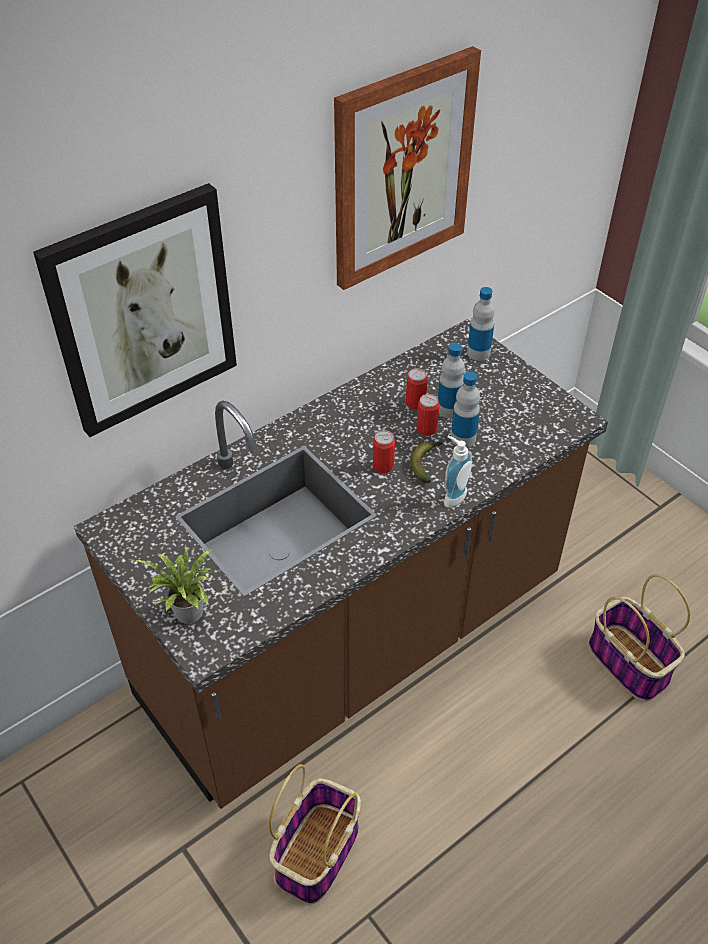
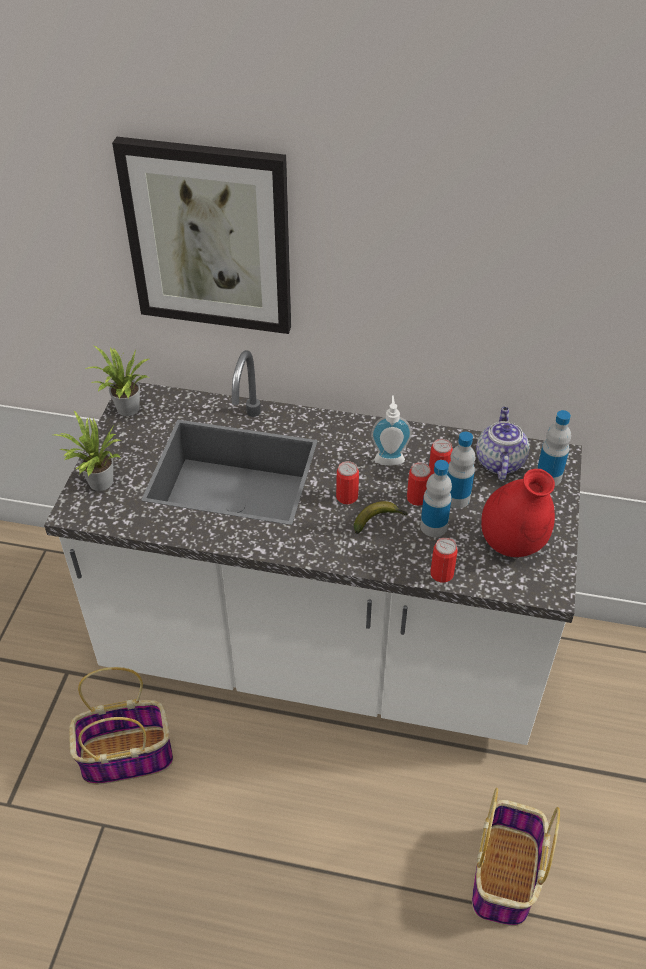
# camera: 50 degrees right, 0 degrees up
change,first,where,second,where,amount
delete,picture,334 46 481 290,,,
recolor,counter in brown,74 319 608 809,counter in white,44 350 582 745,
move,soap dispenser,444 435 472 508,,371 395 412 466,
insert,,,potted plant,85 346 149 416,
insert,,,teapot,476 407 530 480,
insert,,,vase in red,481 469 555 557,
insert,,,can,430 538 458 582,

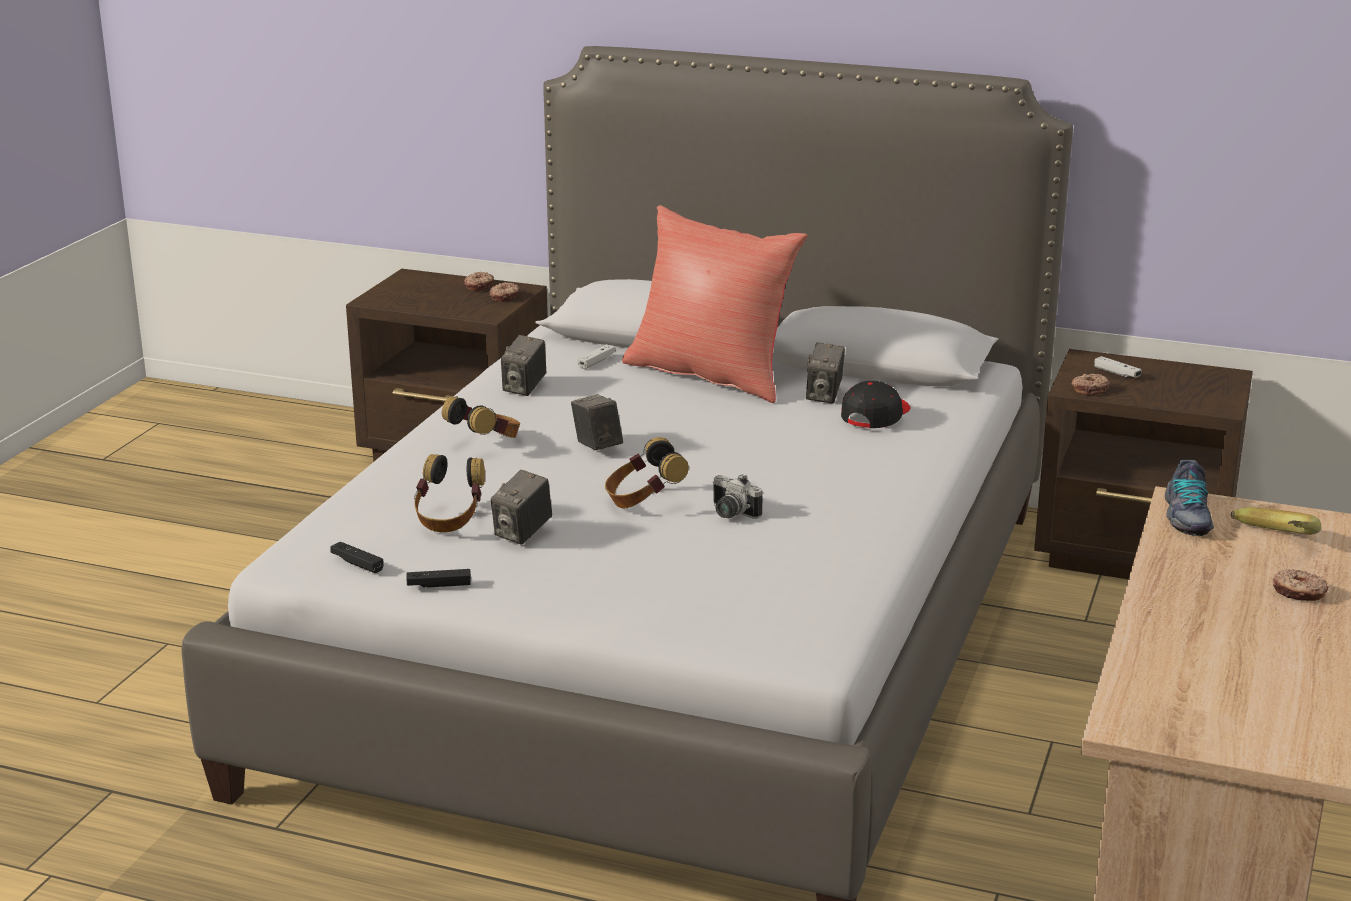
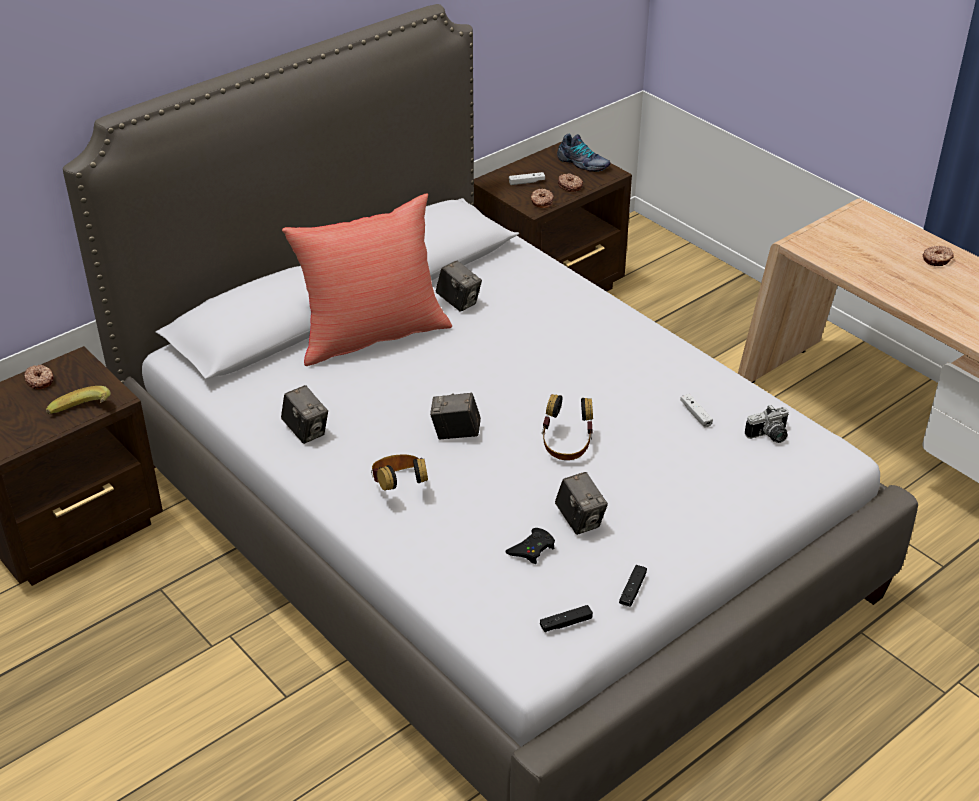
# camera: 60 degrees left, 15 degrees up
change,first,where,second,where,amount
move,donut,489 282 519 302,,558 173 583 192,
move,game controller in white,578 344 616 369,,680 394 713 428,
delete,cap in black,841 381 911 428,,,
replace,headphones,414 454 485 532,game controller in black,505 528 555 564,
move,shoe,1164 460 1214 536,,557 134 610 172,
move,photo camera,713 474 763 519,,745 405 789 443,
move,banana,1231 507 1321 535,,46 386 111 414,

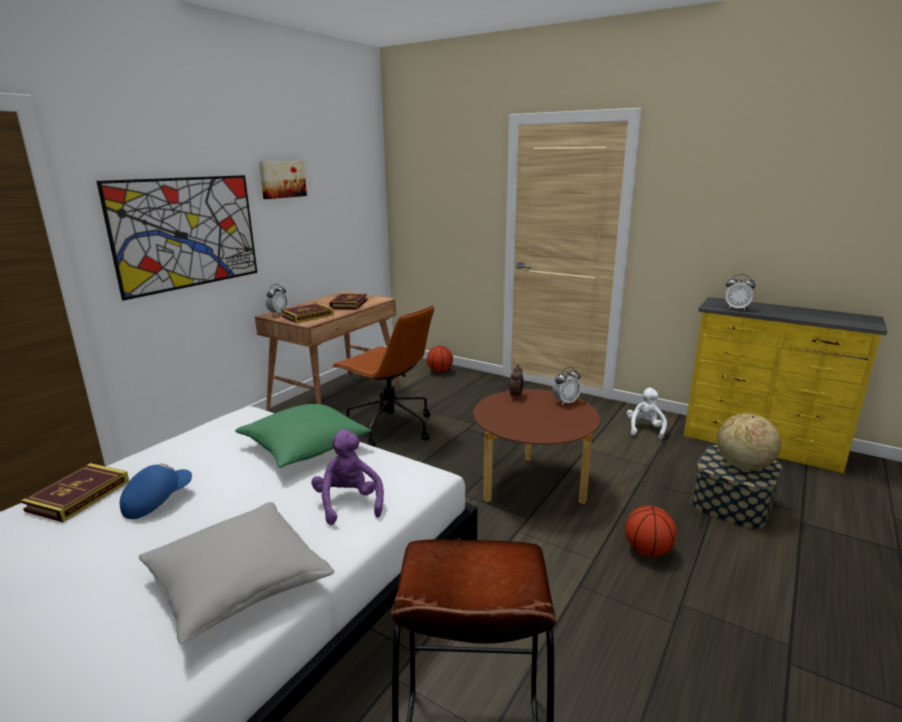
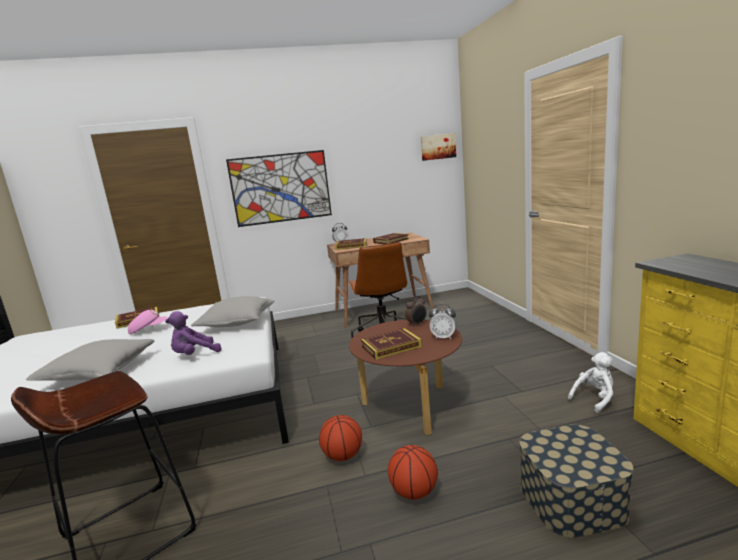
# camera: 45 degrees right, 5 degrees down
change,first,where,second,where,amount
move,picture,259 161 307 199,,421 133 456 161,
delete,alarm clock,725 274 755 310,,,
move,basketball,427 346 453 373,,319 415 362 461,
recolor,pillow in green,235 404 372 468,pillow in grey,191 296 274 327,
delete,globe,717 413 781 471,,,
rotate,plush toy in purple,311 430 384 525,,165 311 222 355,150 degrees counterclockwise
recolor,cap in blue,120 463 192 519,cap in pink,128 310 168 334,
insert,,,book,361 328 422 360,

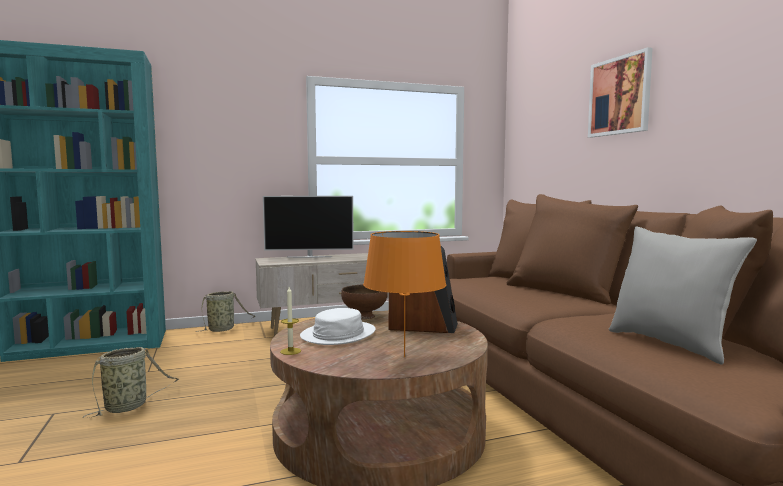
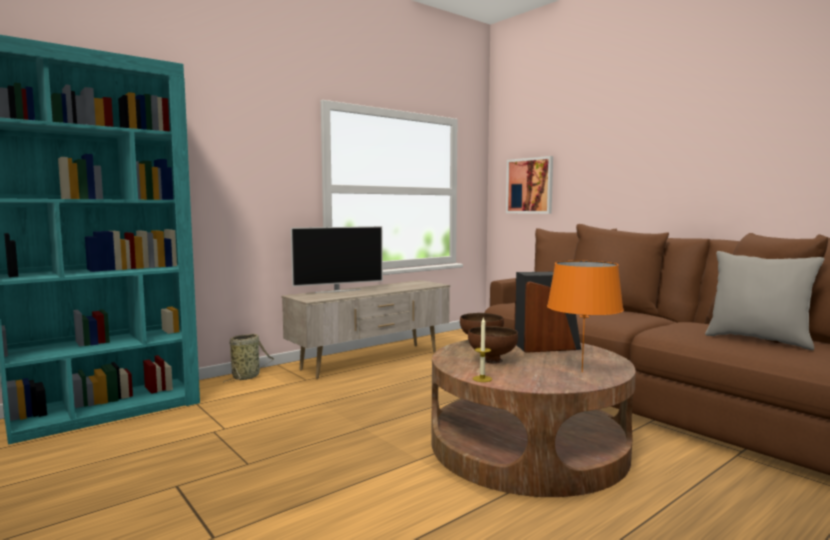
# camera: 20 degrees left, 0 degrees up
change,first,where,second,where,amount
move,picture,588 47 653 138,,506 156 553 214,
replace,hat in white,300 308 376 345,bowl in brown,468 326 518 364,
delete,basket,82 347 179 418,,,

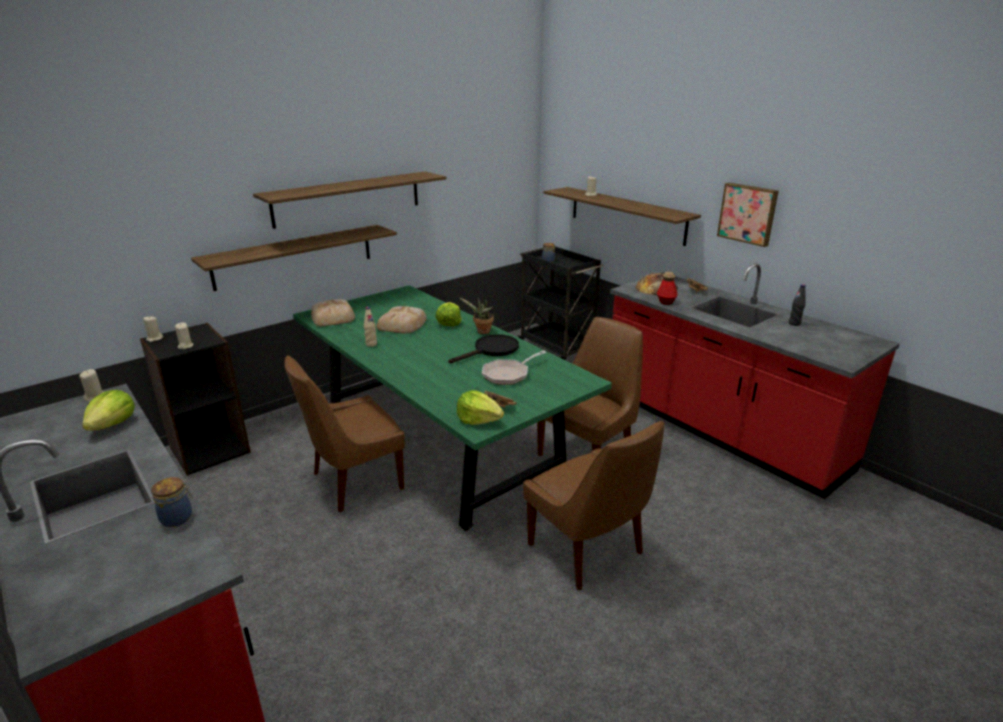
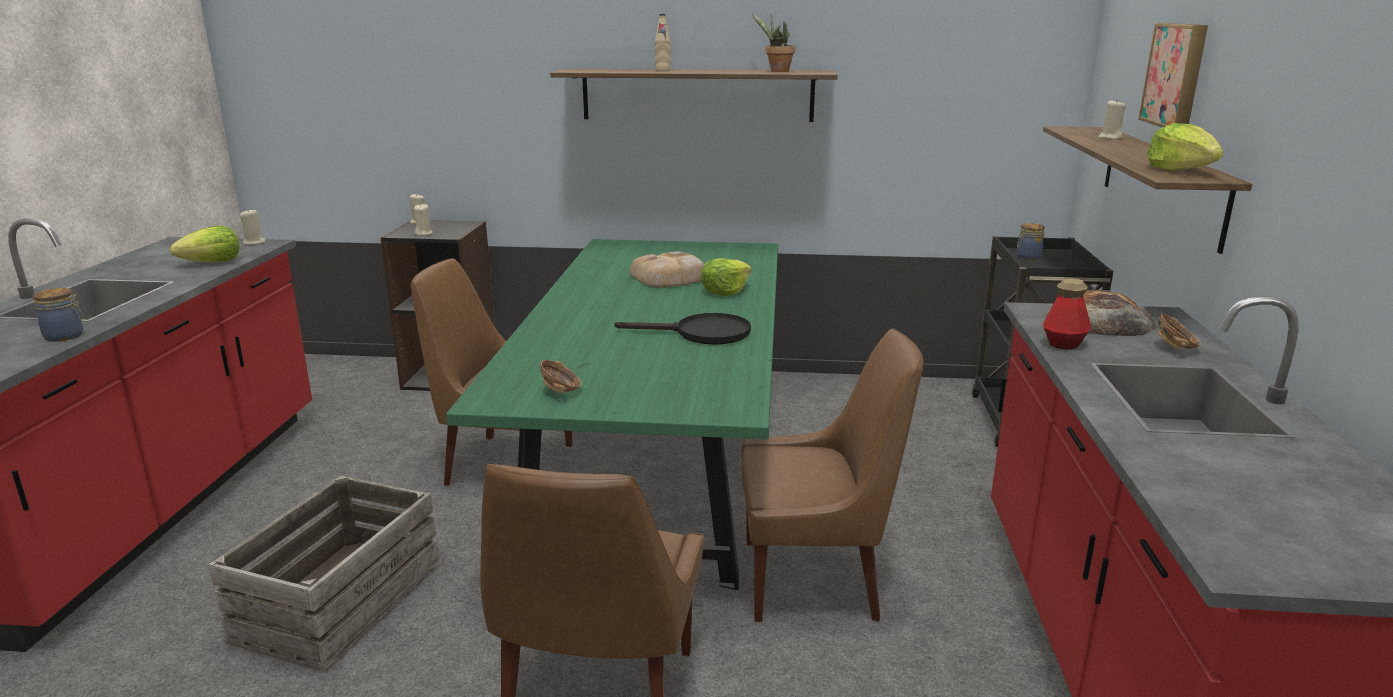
# camera: 45 degrees right, 5 degrees down
change,first,where,second,where,amount
move,picture,717 183 779 247,,1138 23 1208 128,
delete,shelf,191 225 397 291,,,
delete,bottle in black,789 284 806 326,,,
move,potted plant,460 298 494 334,,752 14 795 72,
delete,bread,311 299 355 326,,,
move,bottle in beige,364 307 377 347,,655 14 671 72,
delete,frying pan,482 350 547 385,,,
move,lettuce,457 390 504 425,,1147 123 1224 171,
insert,,,crate,209 476 440 673,

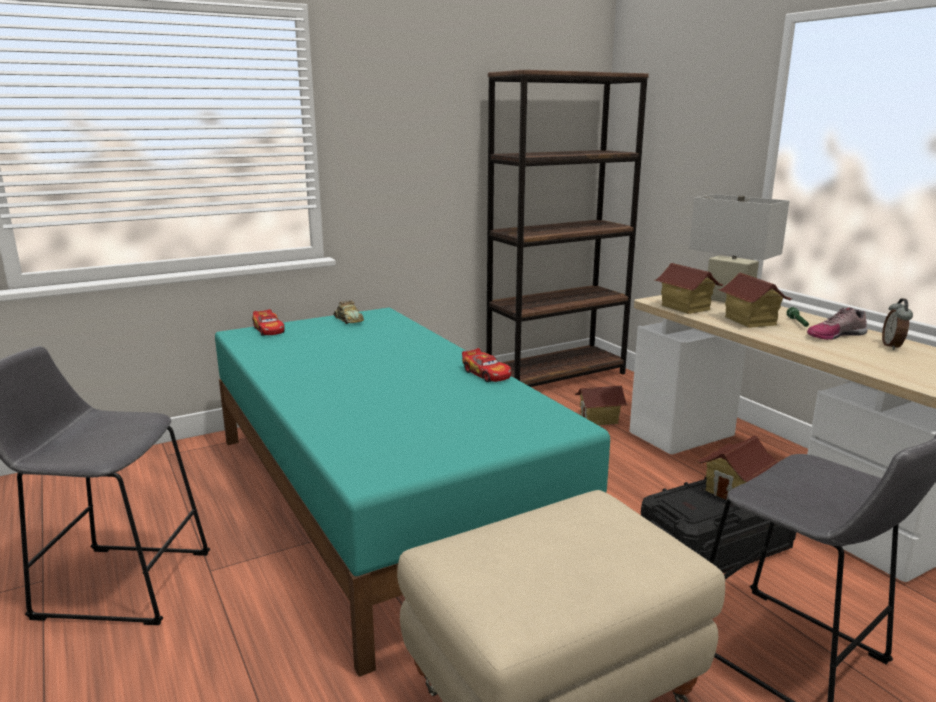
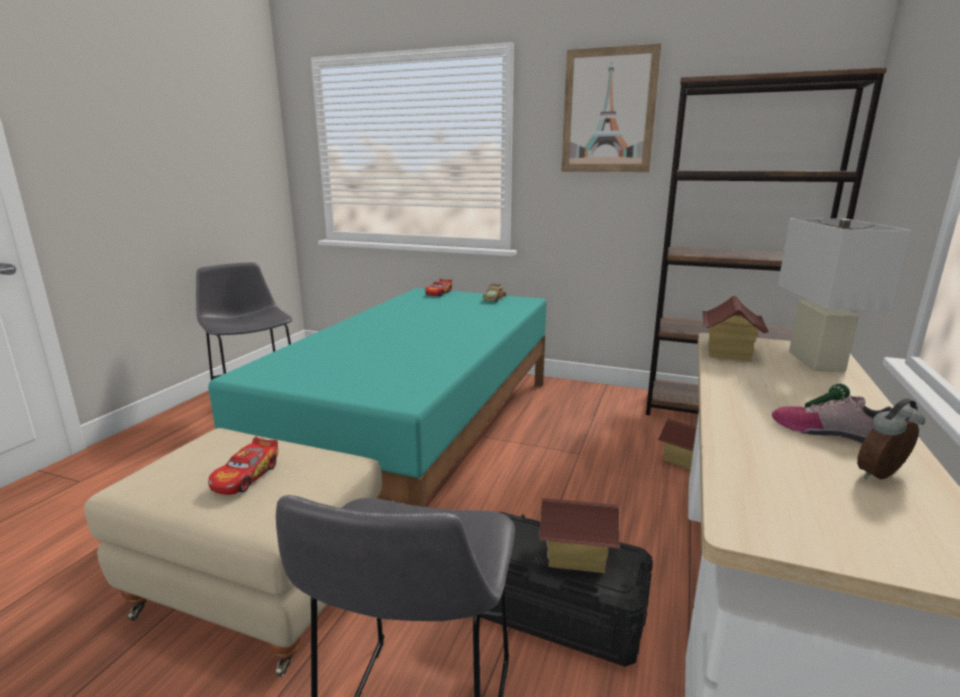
# camera: 50 degrees right, 0 degrees up
change,first,where,second,where,amount
delete,toy house,717 273 792 328,,,
move,toy car,462 348 511 382,,208 437 278 495,
insert,,,picture,561 43 661 172,

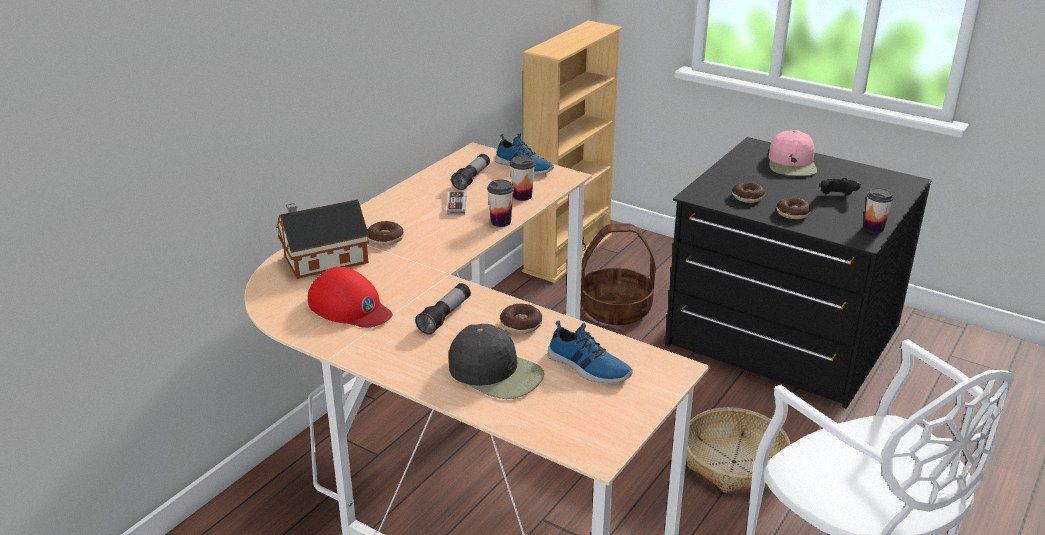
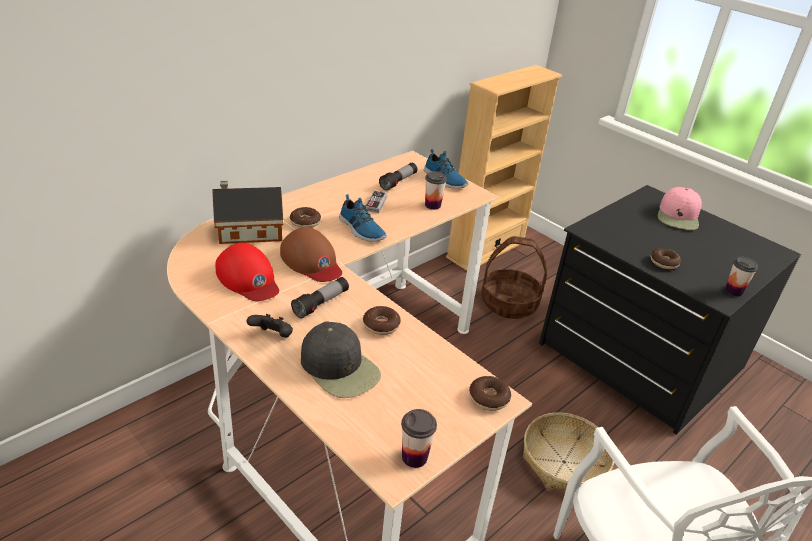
# camera: 10 degrees right, 5 degrees up
change,first,where,second,where,amount
move,game controller in black,821 178 861 195,,247 314 293 337,
move,cup,487 179 514 227,,401 409 437 468,
move,donut,732 182 765 203,,469 376 511 411,
move,shoe,548 320 633 383,,339 194 387 242,
insert,,,cap in brown,280 227 342 282,

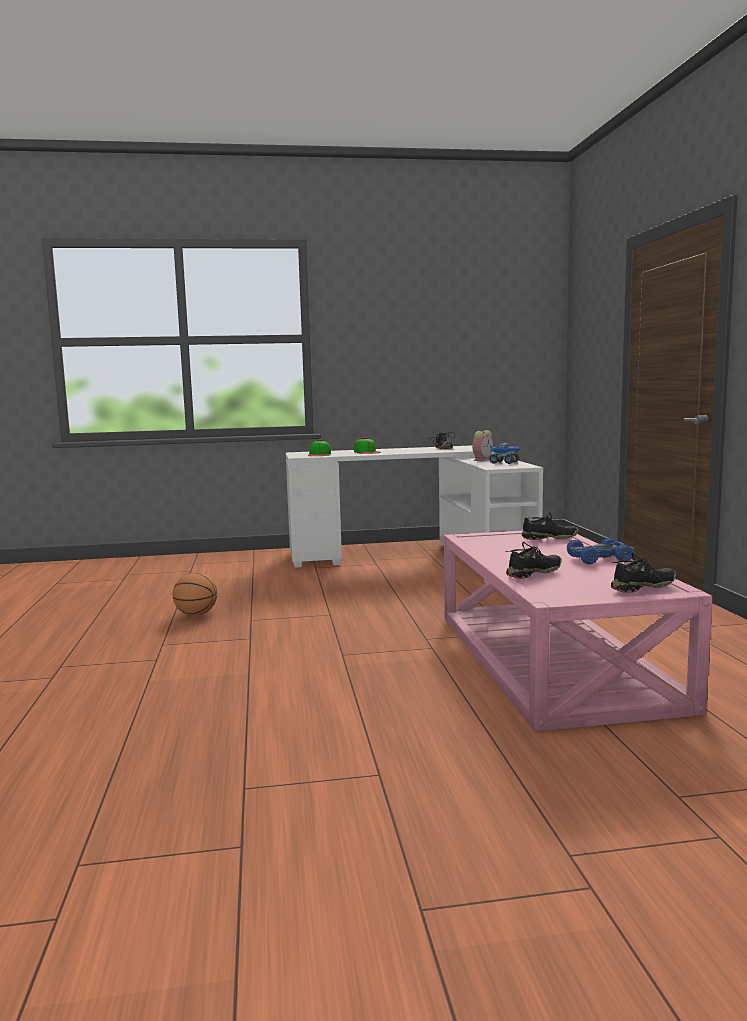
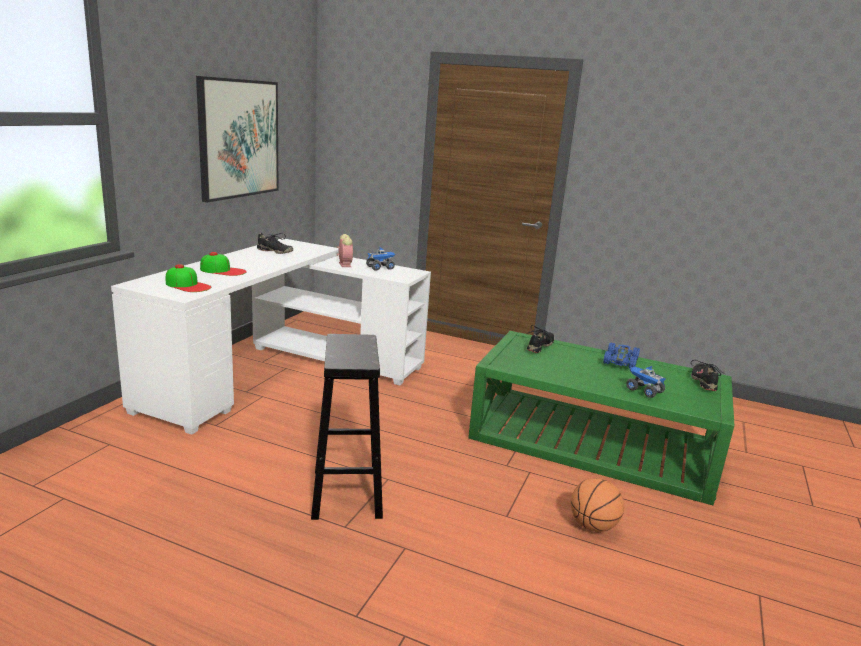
# camera: 60 degrees left, 10 degrees up
change,first,where,second,where,amount
recolor,coffee table in pink,444 531 712 731,coffee table in green,468 331 734 505,
replace,shoe in black,506 542 562 579,toy truck,626 366 666 398,
move,basketball,173 573 217 616,,571 478 624 532,
insert,,,picture,196 76 279 202,
insert,,,stool in black,311 334 383 520,

